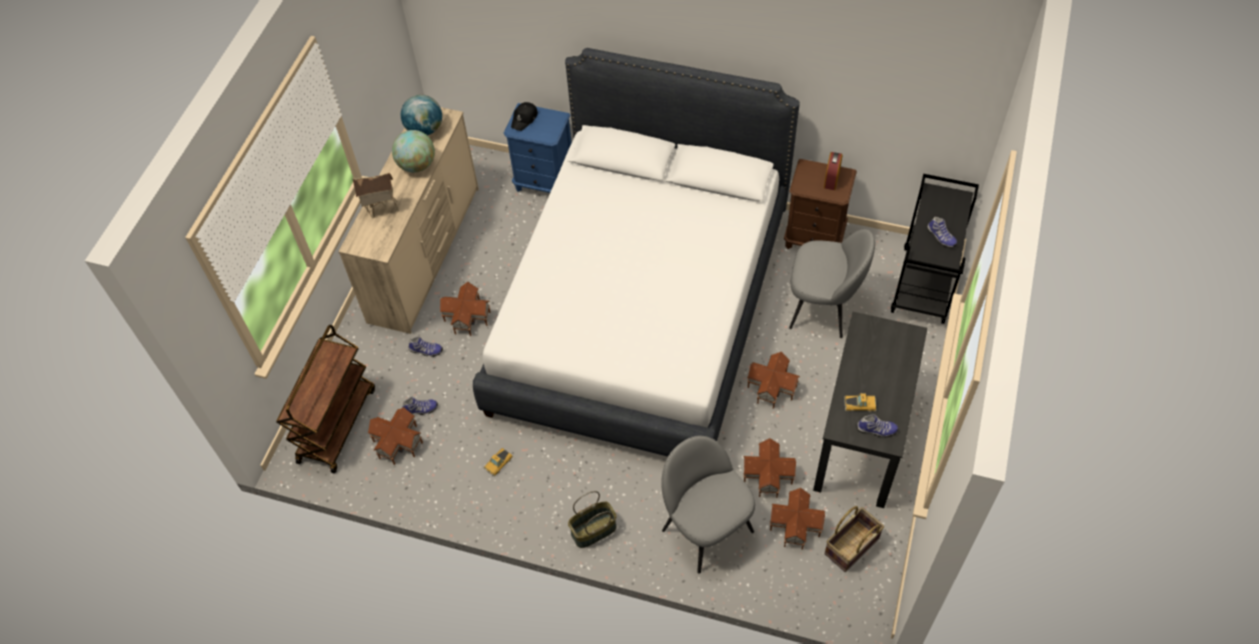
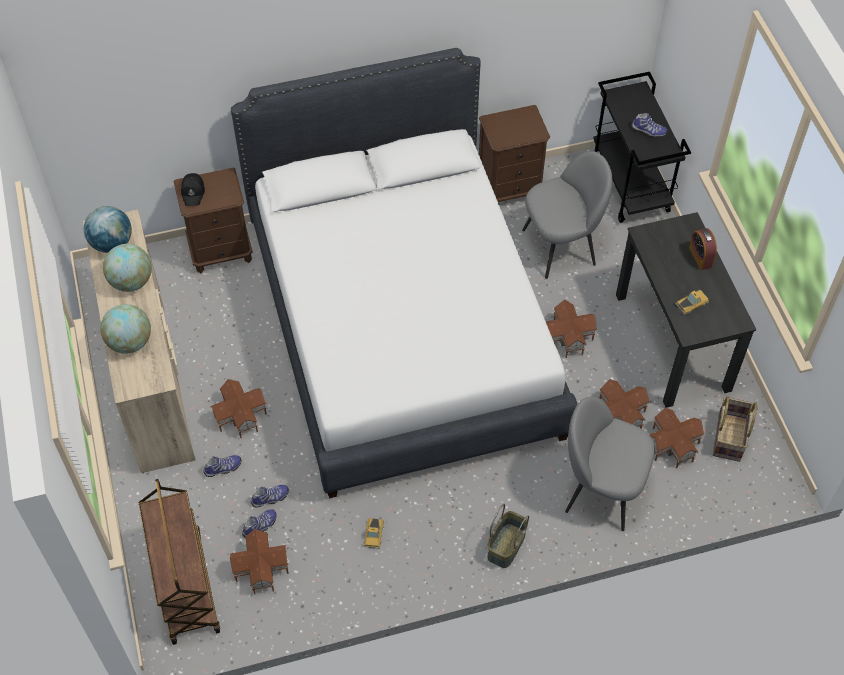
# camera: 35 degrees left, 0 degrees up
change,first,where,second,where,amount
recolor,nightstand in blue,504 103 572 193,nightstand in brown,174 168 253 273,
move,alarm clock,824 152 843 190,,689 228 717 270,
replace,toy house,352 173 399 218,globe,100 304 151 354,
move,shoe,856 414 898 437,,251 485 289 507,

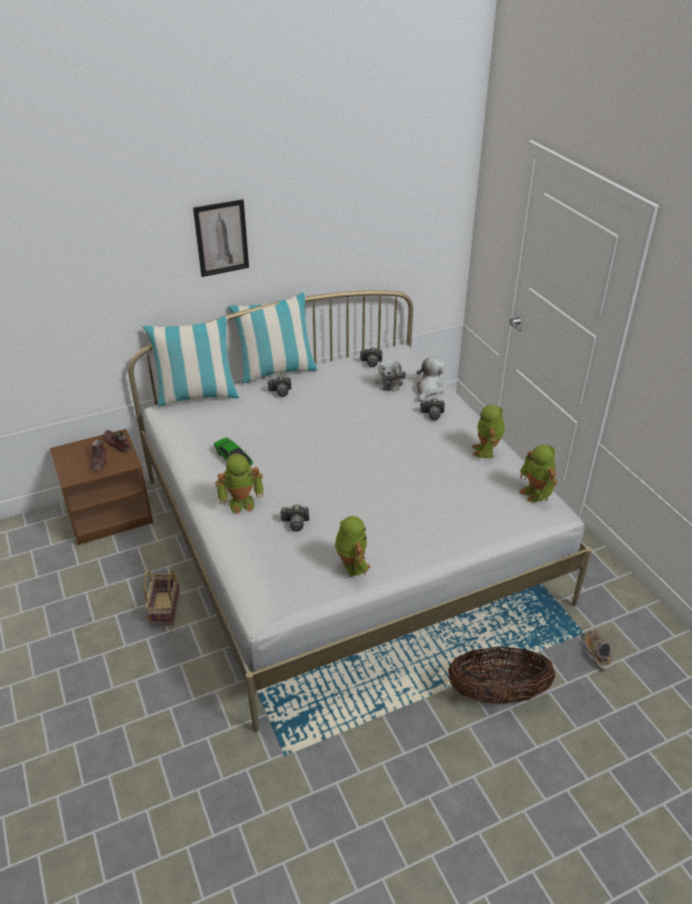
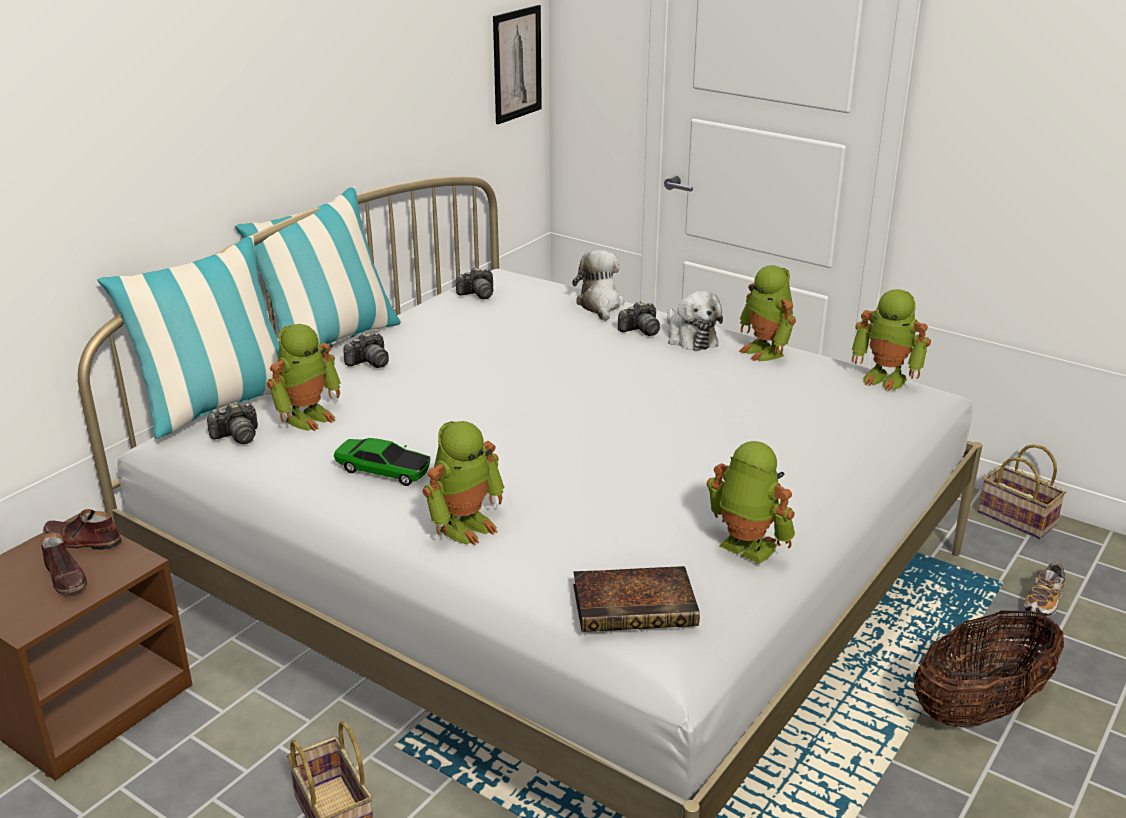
# camera: 30 degrees left, 10 degrees down
change,first,where,second,where,amount
move,picture,193 199 249 277,,493 5 542 124,
move,plush toy,375 359 406 391,,667 291 723 351,
move,photo camera,280 504 309 532,,206 402 258 444,
rotate,shoe,585 630 612 671,,1024 562 1065 617,105 degrees counterclockwise
insert,,,toy robot,266 324 341 431,
insert,,,basket,978 444 1066 539,
insert,,,book,573 566 700 632,

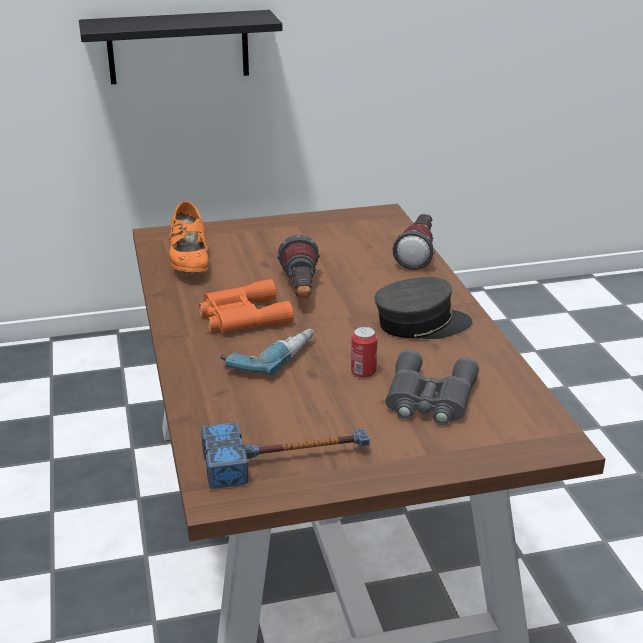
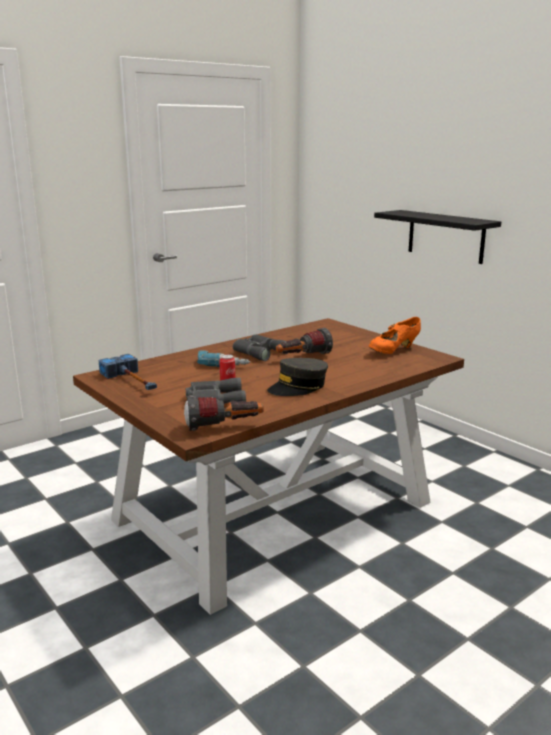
# camera: 65 degrees right, 10 degrees down
change,first,where,second,where,amount
move,shoe in orange,169 201 209 274,,369 317 421 354,
move,flashlight,392 214 435 270,,184 396 264 431,
rotate,cap in grey,374 277 473 339,,267 358 328 396,90 degrees clockwise
recolor,binoculars in orange,199 279 294 333,binoculars in grey,233 334 288 361,

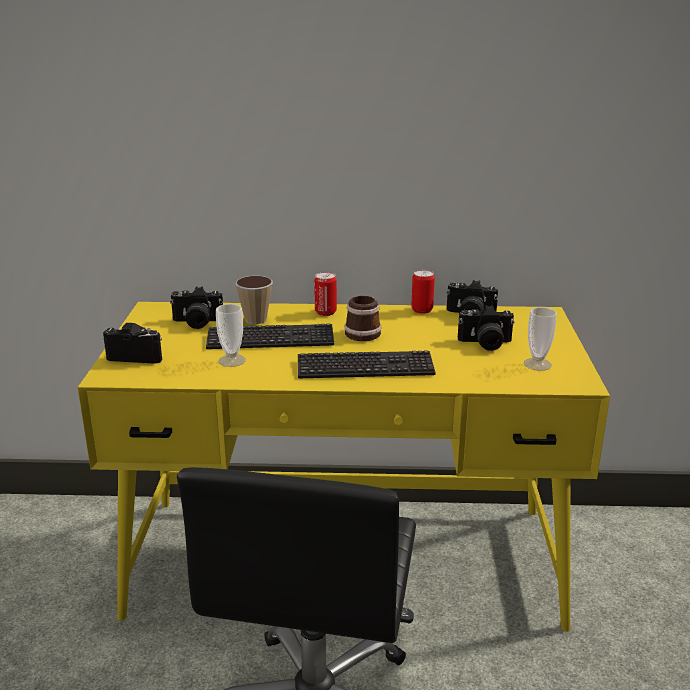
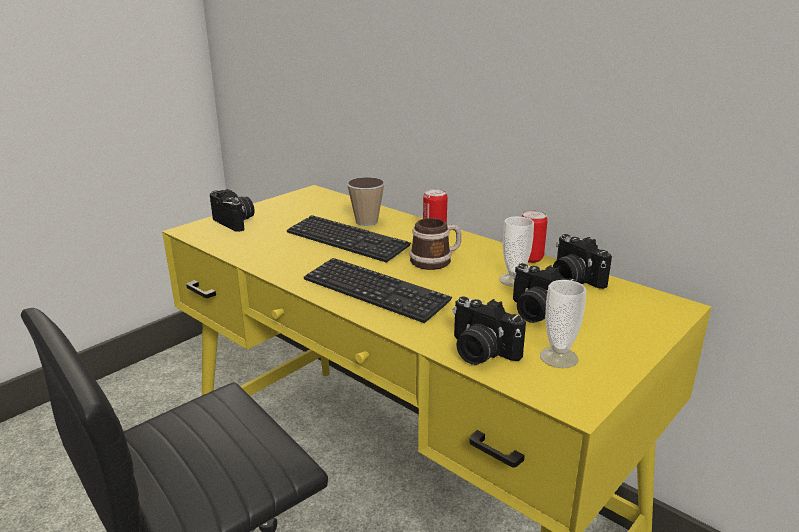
# camera: 40 degrees right, 0 degrees up
change,first,where,second,where,amount
move,photo camera,170 286 223 329,,452 296 526 365,
move,cup,216 304 246 367,,499 216 534 287,

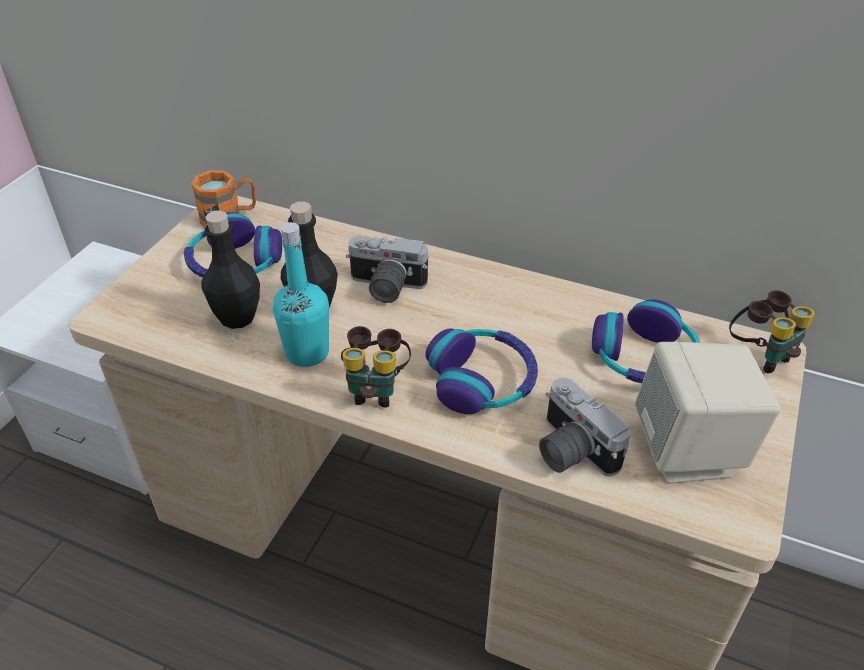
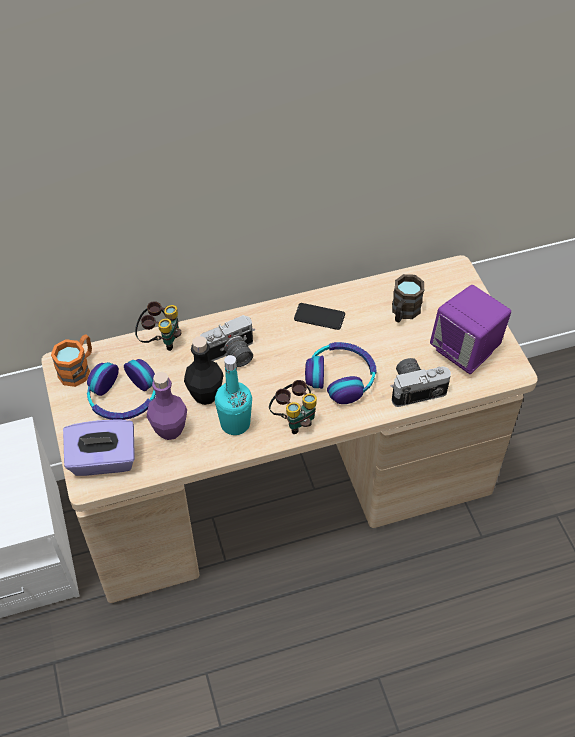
# camera: 40 degrees left, 10 degrees up
change,first,where,second,where,amount
recolor,bottle in black,201 210 260 329,bottle in purple,147 372 187 440,
move,binoculars,729 290 815 373,,135 301 182 351,
replace,headphones,592 299 700 383,mug in brown,392 274 424 322,
recolor,speaker in beige,635 342 780 484,speaker in purple,430 285 511 374,
rotate,photo camera,539 377 631 477,,391 358 451 407,150 degrees clockwise
insert,,,phone,294 303 345 330,
insert,,,tissue box in purple,63 420 135 476,

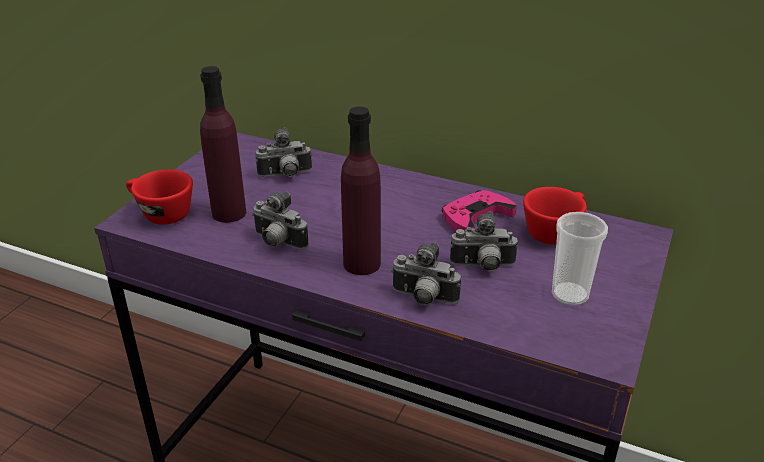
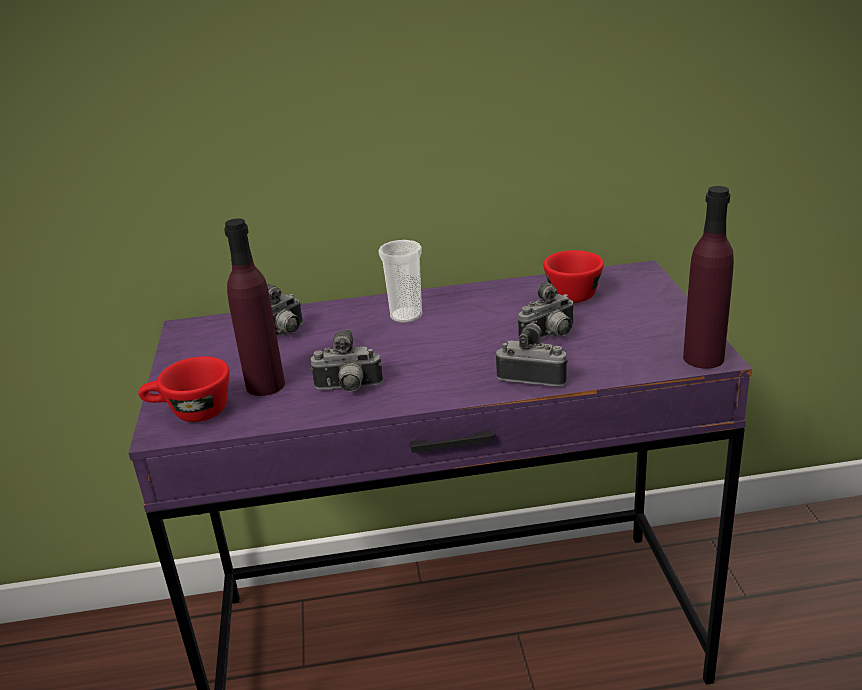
# camera: 30 degrees left, 5 degrees down
change,first,where,second,where,amount
move,bottle in purple,341 107 381 275,,683 186 734 369,
delete,game controller in pink,442 190 517 231,,,
move,cup,552 212 608 306,,378 240 422 323,
rotate,photo camera,391 242 461 305,,496 321 568 387,150 degrees counterclockwise

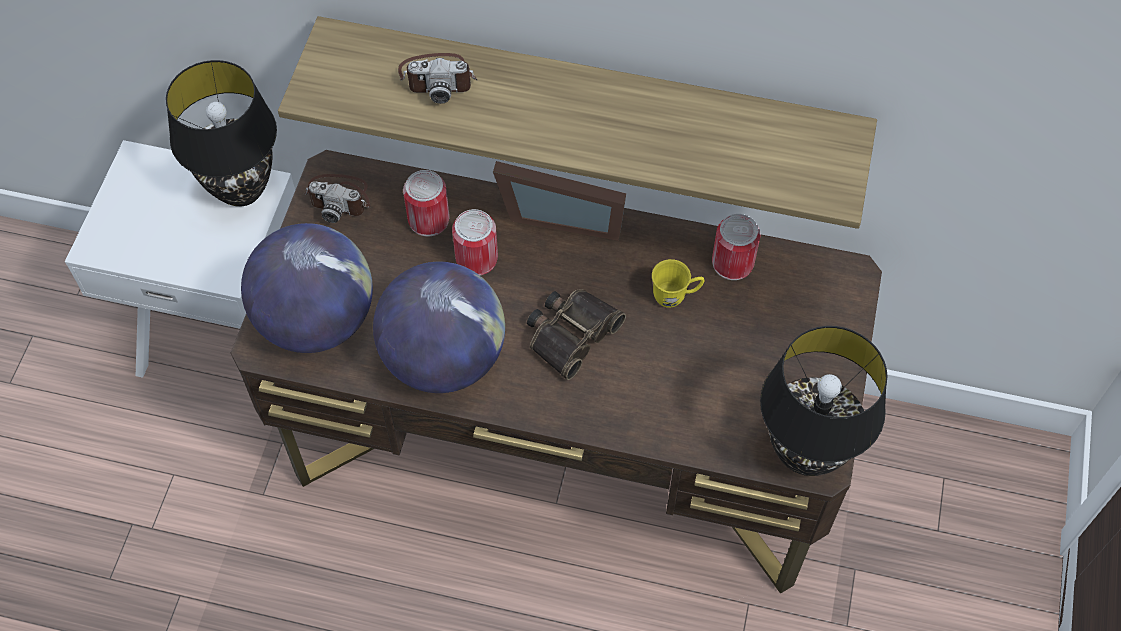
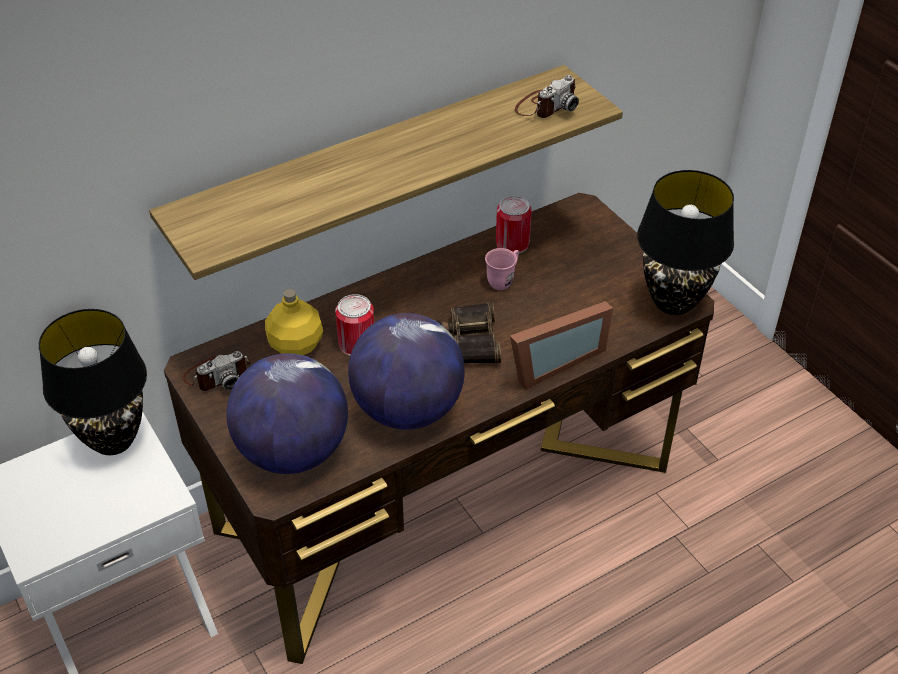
# camera: 45 degrees left, 15 degrees down
change,first,where,second,where,amount
move,photo camera,398 53 477 104,,515 75 579 118,
move,picture frame,493 161 626 241,,510 301 613 389,
replace,can,403 170 449 236,bottle in yellow,265 289 323 355,
recolor,mug in yellow,652 259 705 308,mug in pink,485 248 519 290,

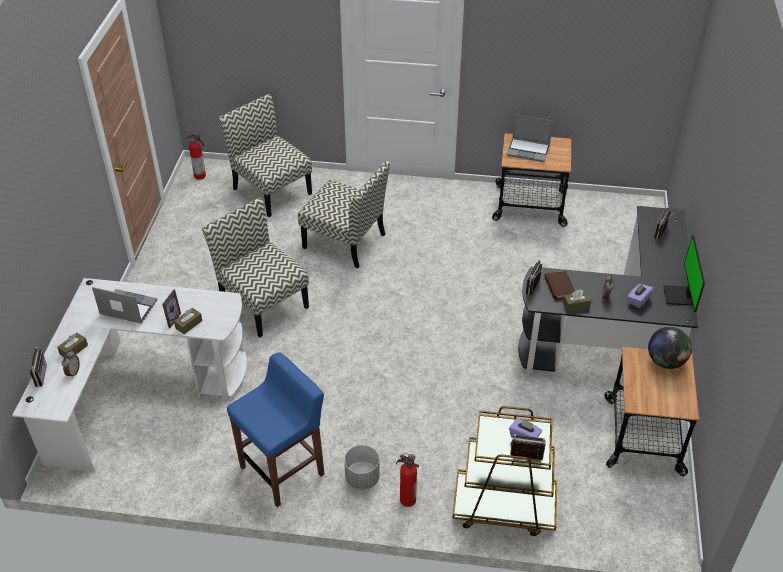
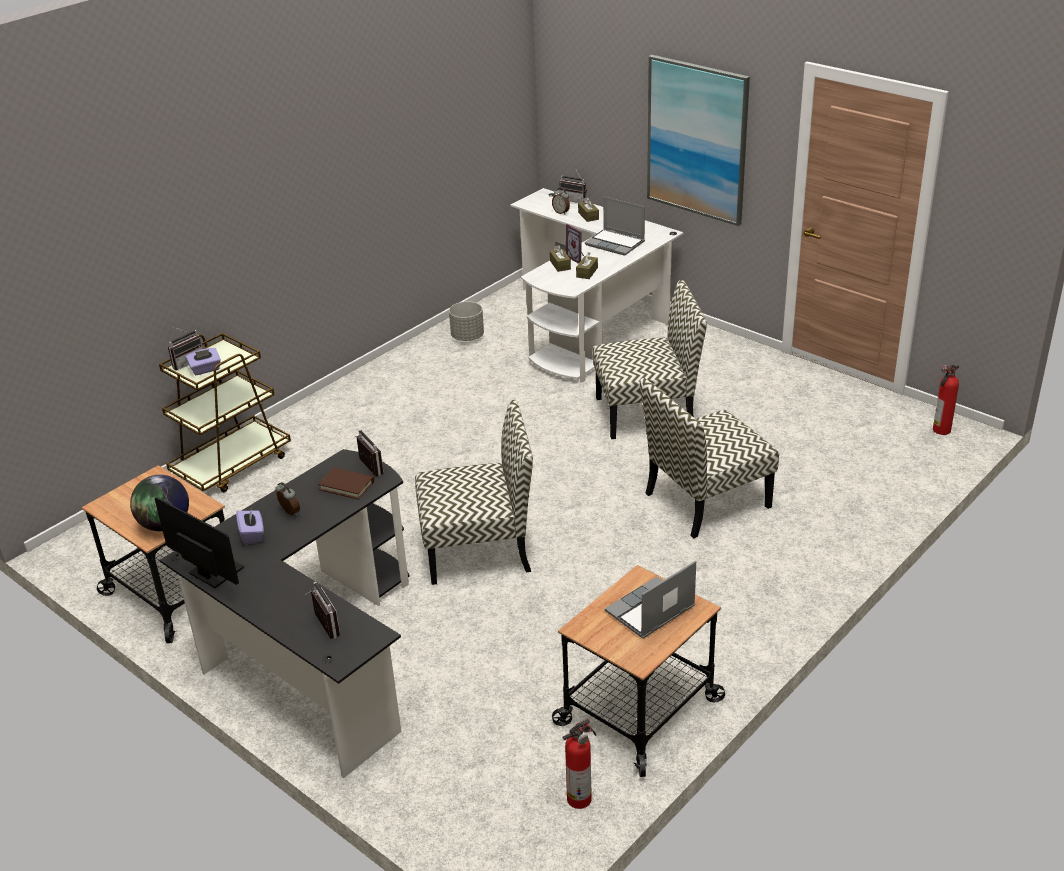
# camera: 125 degrees right, 10 degrees down
change,first,where,second,where,amount
move,chair,218 94 312 217,,415 400 533 585,
rotate,laptop,92 287 157 324,,585 197 645 256,75 degrees clockwise
move,tissue box in brown,563 289 591 311,,576 252 598 279,
delete,stool in blue,227 352 324 507,,,
move,planter in grey,344 445 380 490,,449 301 484 341,
move,fire extinguisher,396 453 419 507,,562 719 596 809,
insert,,,picture,647 55 750 226,

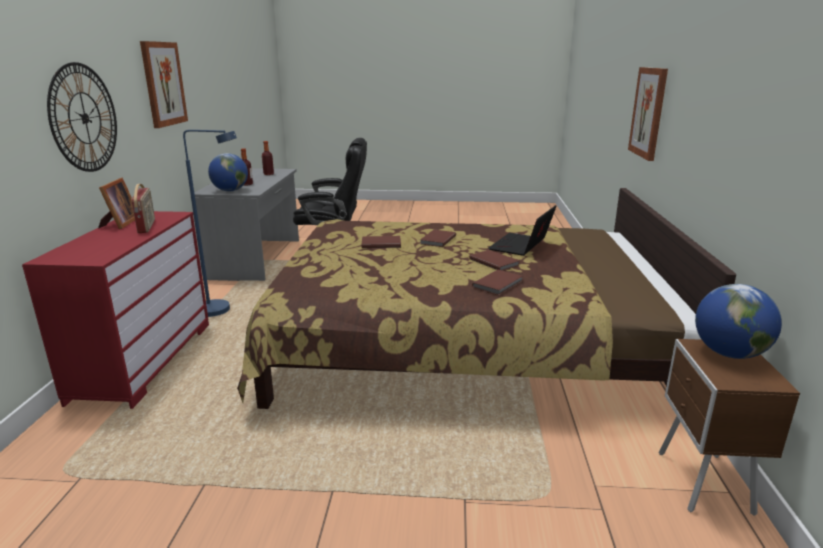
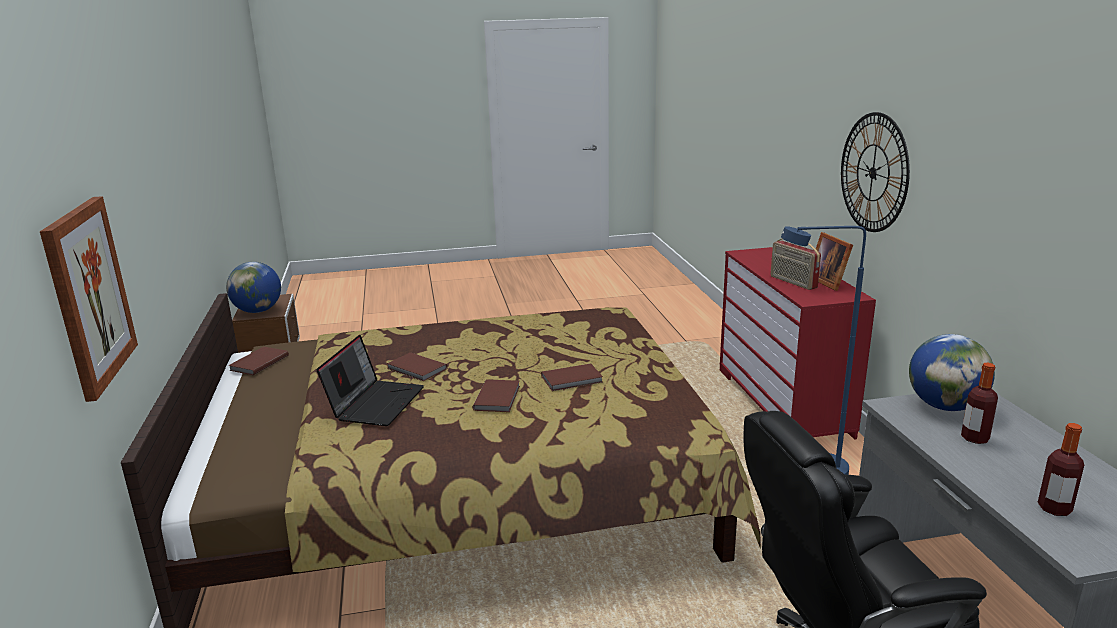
# camera: 165 degrees right, 0 degrees up
change,first,where,second,where,amount
delete,picture,140 41 188 128,,,
move,book in brown,472 270 523 295,,228 347 289 375,

